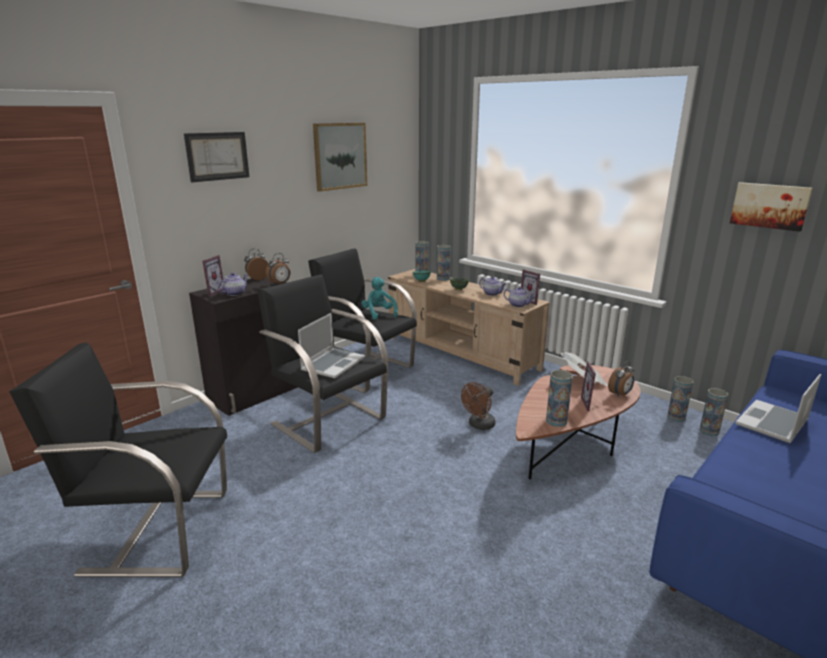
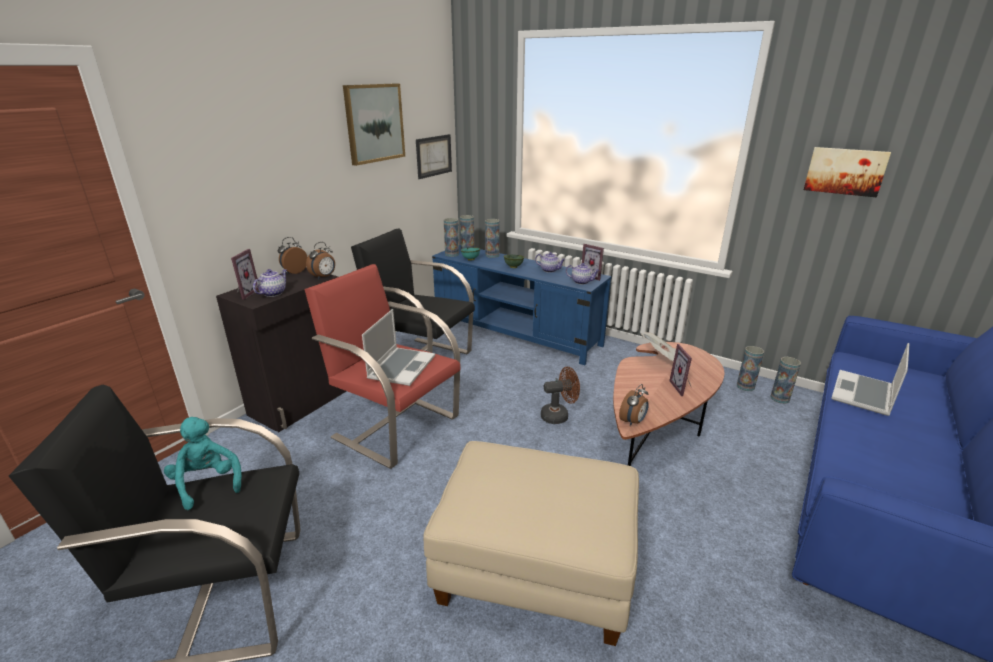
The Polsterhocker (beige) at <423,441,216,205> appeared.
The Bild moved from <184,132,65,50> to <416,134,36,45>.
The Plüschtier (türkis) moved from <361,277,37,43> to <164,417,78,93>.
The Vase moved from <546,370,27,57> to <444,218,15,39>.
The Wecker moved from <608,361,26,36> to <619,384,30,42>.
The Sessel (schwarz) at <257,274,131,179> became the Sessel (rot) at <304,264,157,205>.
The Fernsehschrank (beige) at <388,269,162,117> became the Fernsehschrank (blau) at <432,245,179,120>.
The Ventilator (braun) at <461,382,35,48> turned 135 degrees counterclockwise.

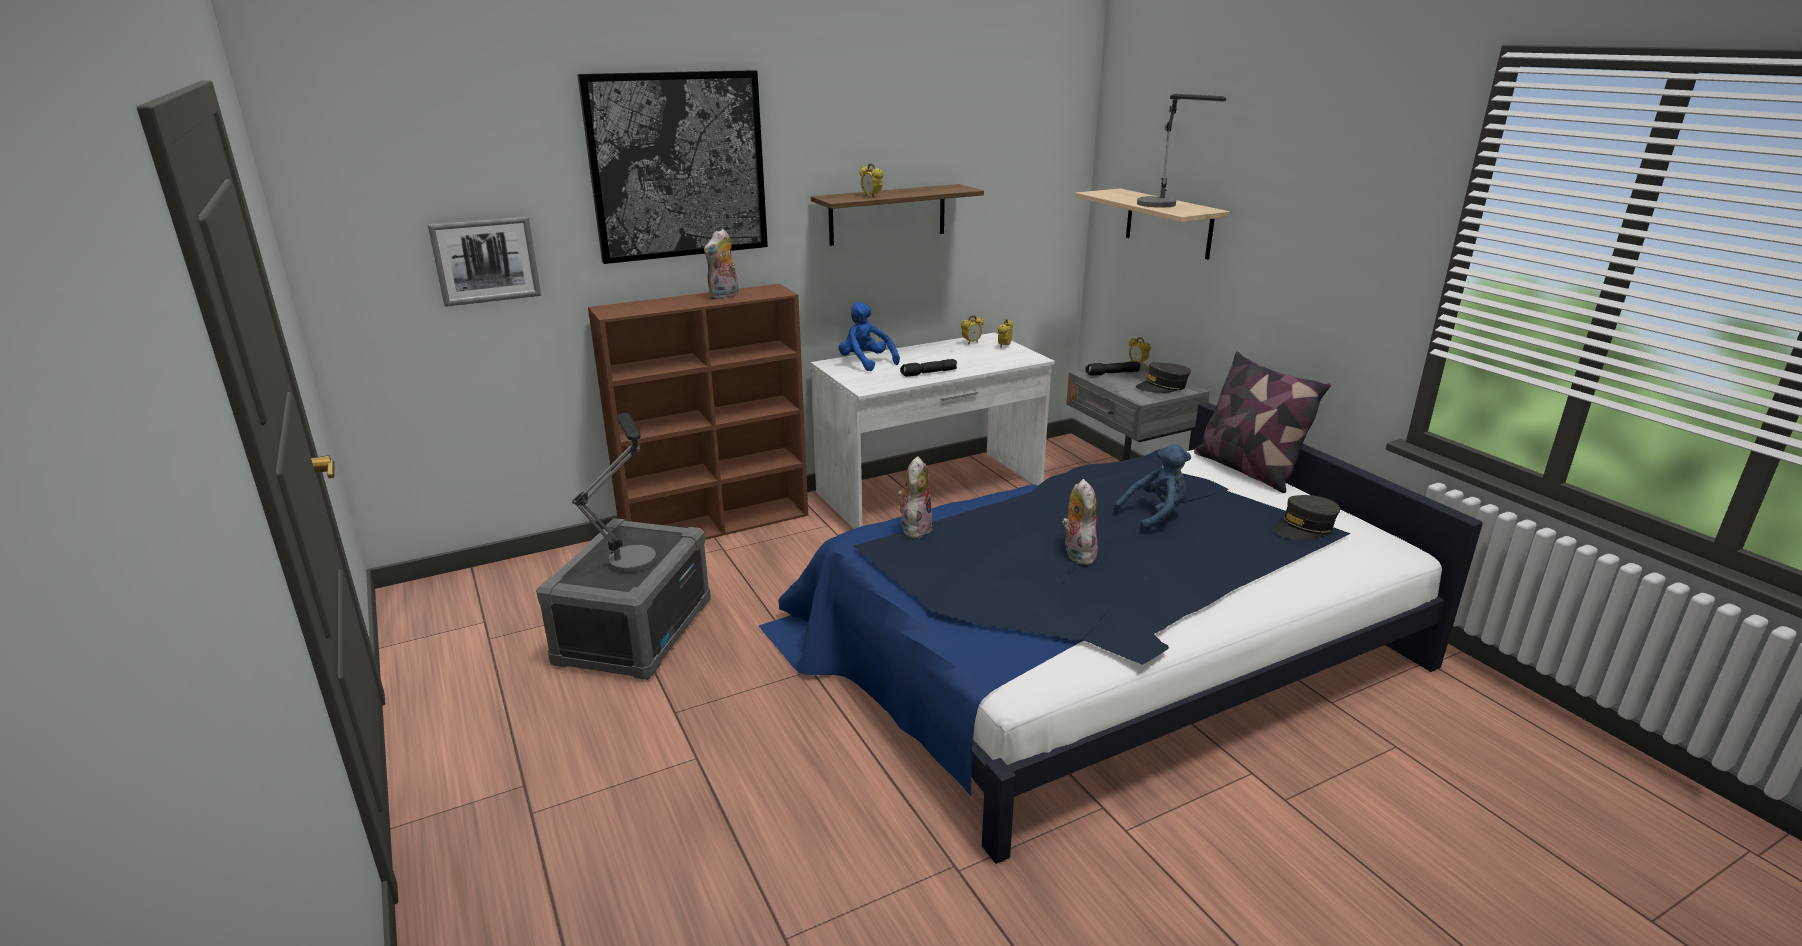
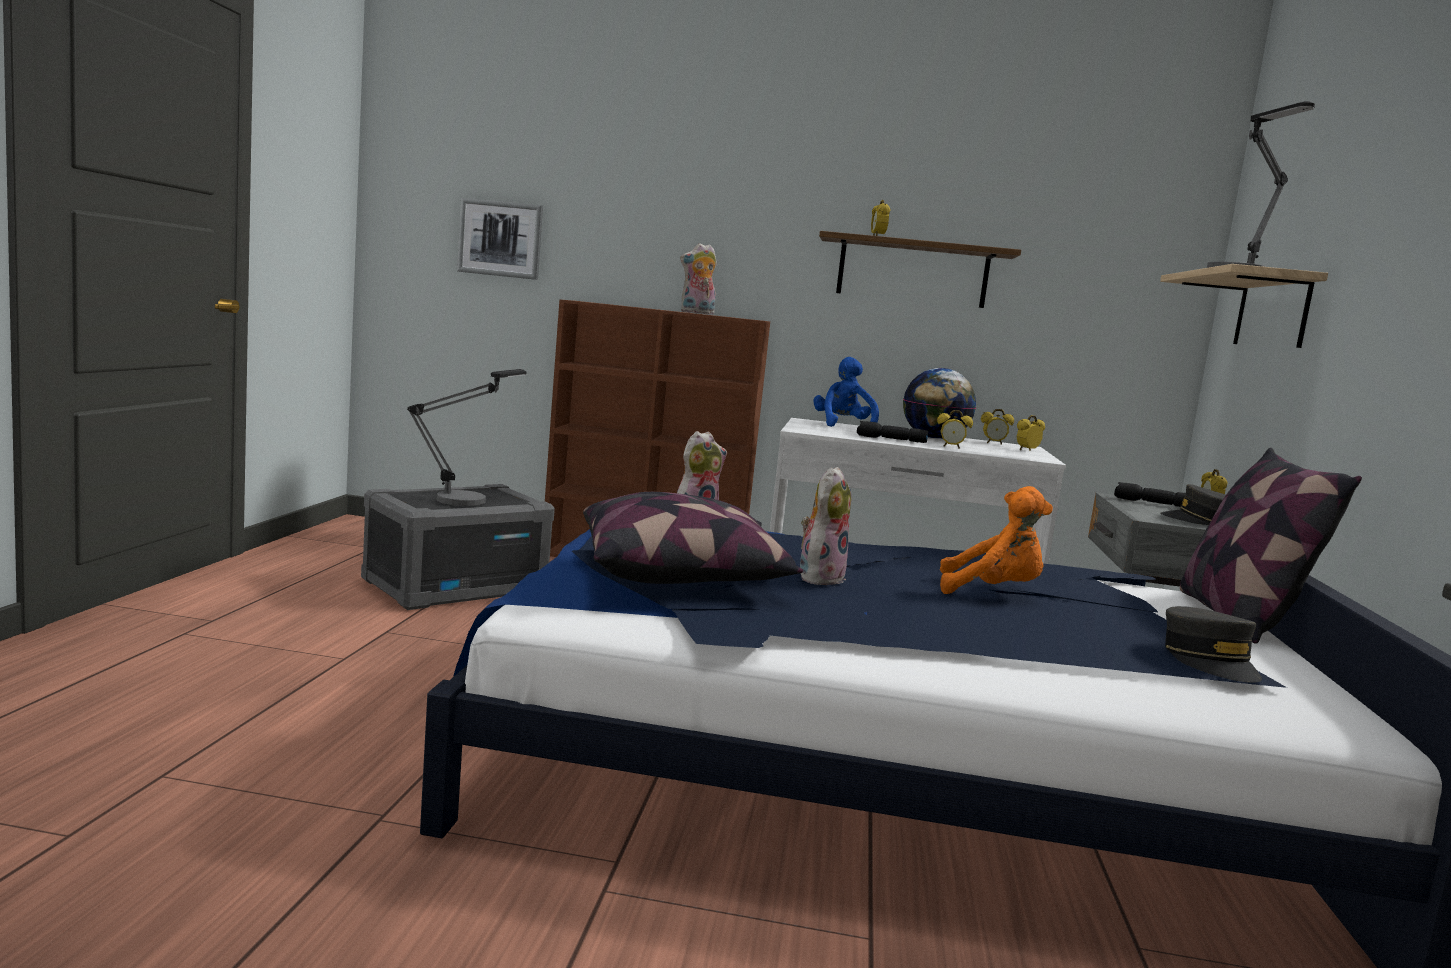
The Bild at <577,70,191,194> disappeared.
The Kissen at <583,492,221,92> appeared.
The Globus at <903,368,73,72> appeared.
The Wecker at <937,410,36,39> appeared.
The Plüschtier (blau) at <1113,444,78,89> became the Plüschtier (orange) at <940,486,113,108>.
The Kappe (grau) at <1273,495,67,45> turned 105 degrees counterclockwise.

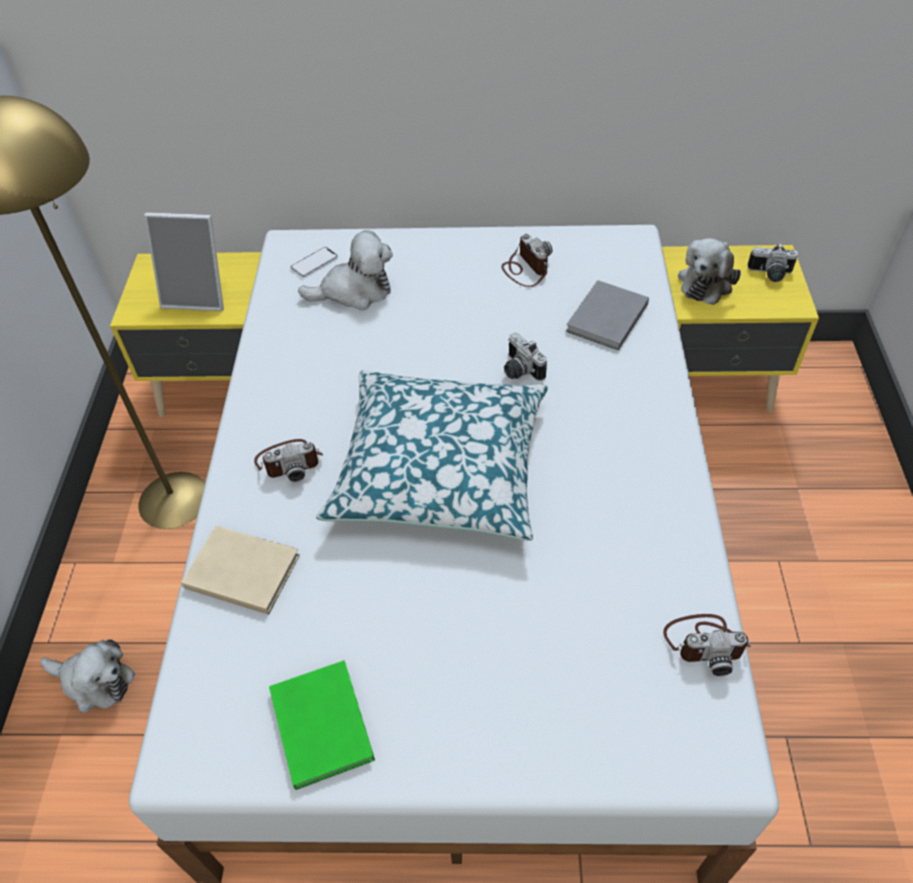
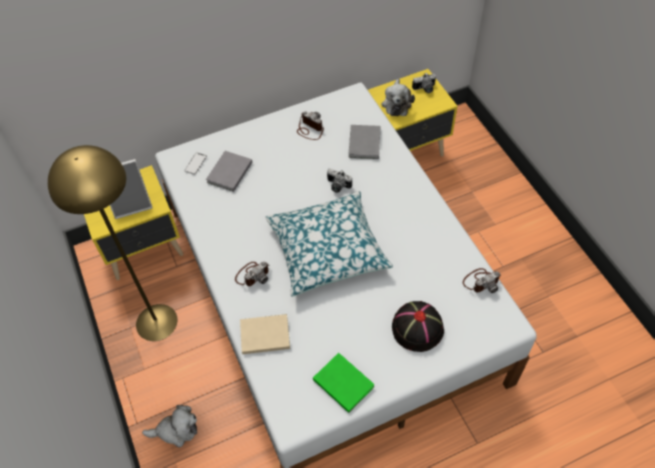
The Hut (schwarz) at <392,301,52,51> appeared.
The Plüschtier at <298,230,95,81> was replaced by the Buch (grau) at <206,151,46,41>.

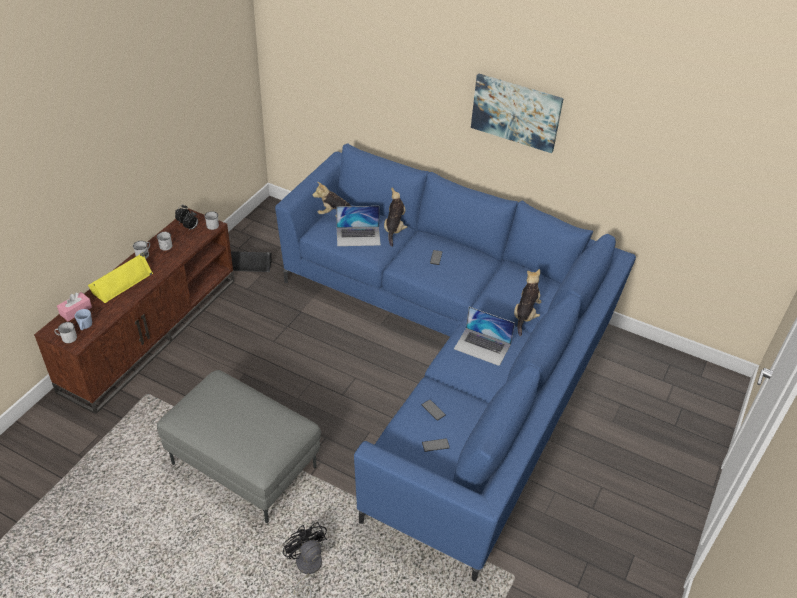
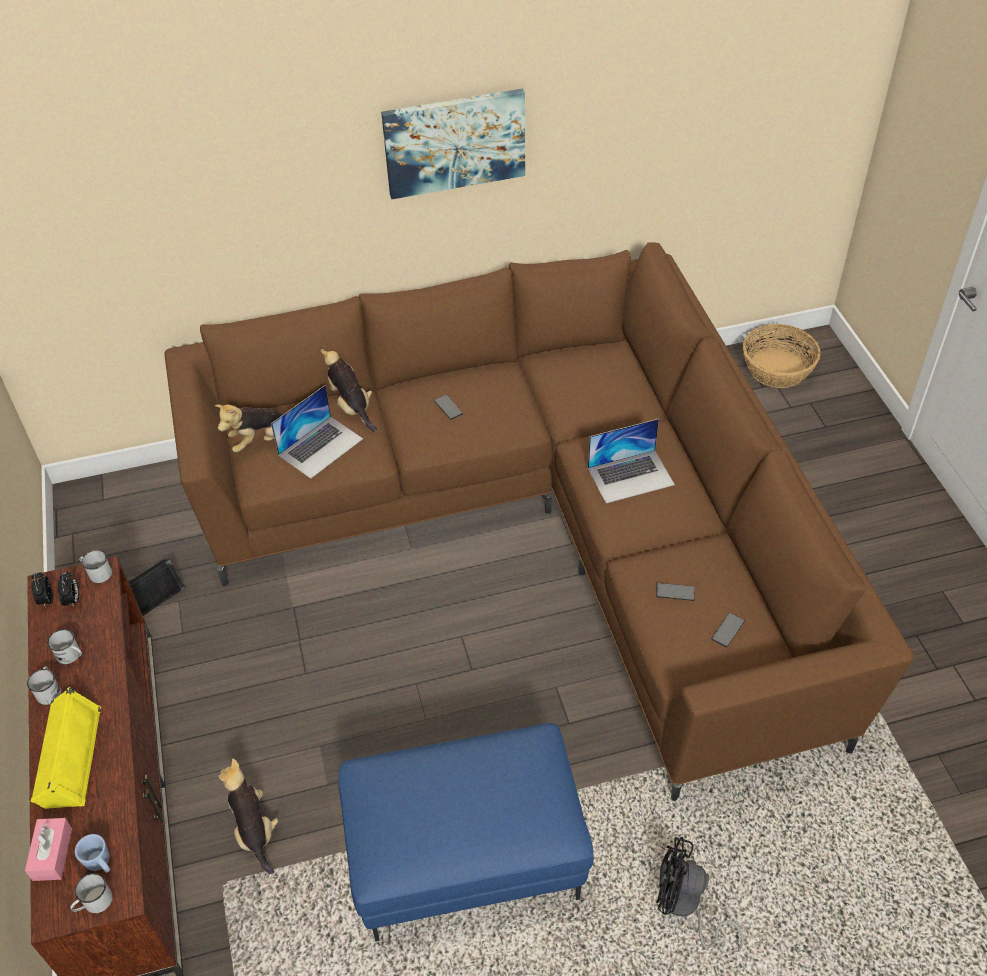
The Korb at <743,324,78,64> appeared.
The Plüschtier moved from <514,269,27,67> to <218,759,60,115>.
The Polsterhocker (grau) at <157,370,164,153> became the Polsterhocker (blau) at <338,723,256,218>.
The Sofa (blau) at <275,143,361,438> became the Sofa (braun) at <164,242,750,559>.

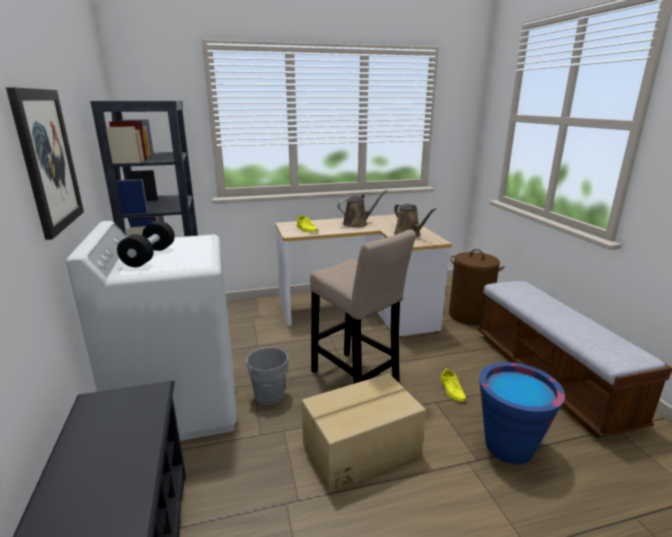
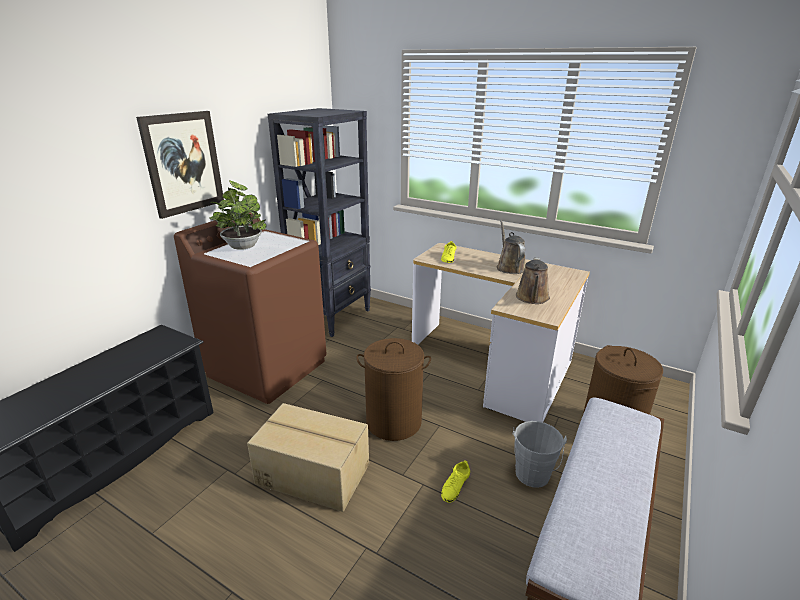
The Eimer (blau) at <479,362,86,102> disappeared.
The Eimer (grau) moved from <245,347,48,58> to <513,421,54,67>.
The Hantel (schwarz) at <117,221,58,46> was replaced by the Topfpflanze at <209,180,58,70>.
The Hocker (beige) at <310,230,106,154> was replaced by the Wäschekorb (braun) at <356,338,75,103>.
The Waschmaschine (weiß) at <66,221,171,220> became the Waschmaschine (braun) at <174,213,153,191>.
The Gießkanne (braun) at <338,190,49,37> turned 120 degrees counterclockwise.

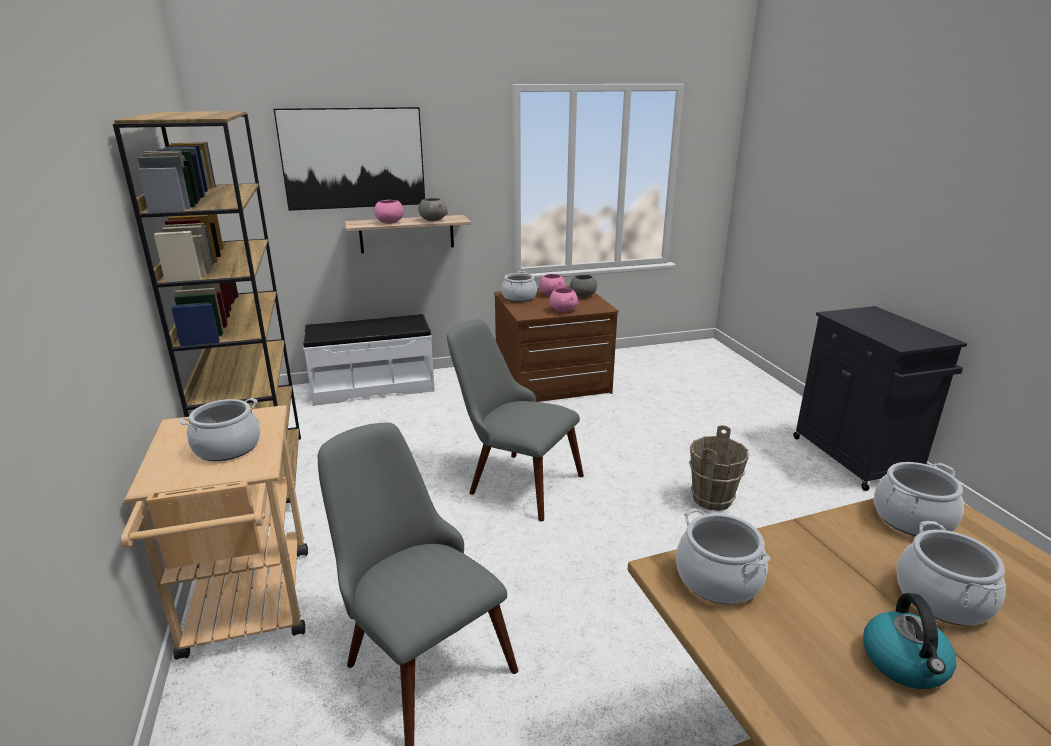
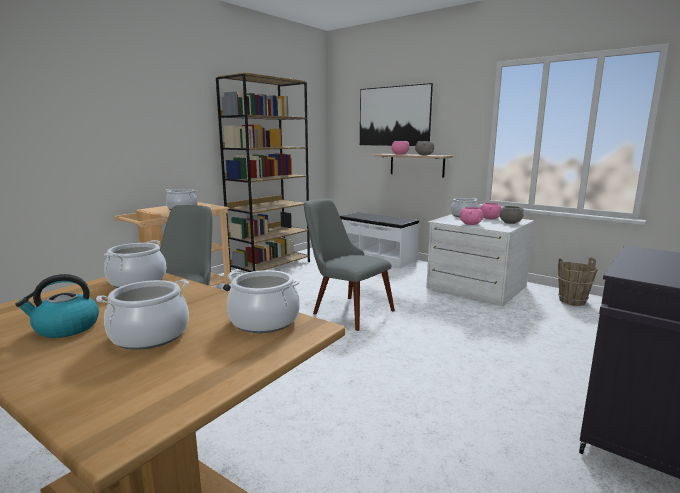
The Eimer (braun) moved from <689,425,60,86> to <557,257,41,49>.
The Kommode (braun) at <494,285,125,117> became the Kommode (weiß) at <426,214,108,93>.
The Stuhl (grau) at <447,319,137,203> turned 45 degrees counterclockwise.

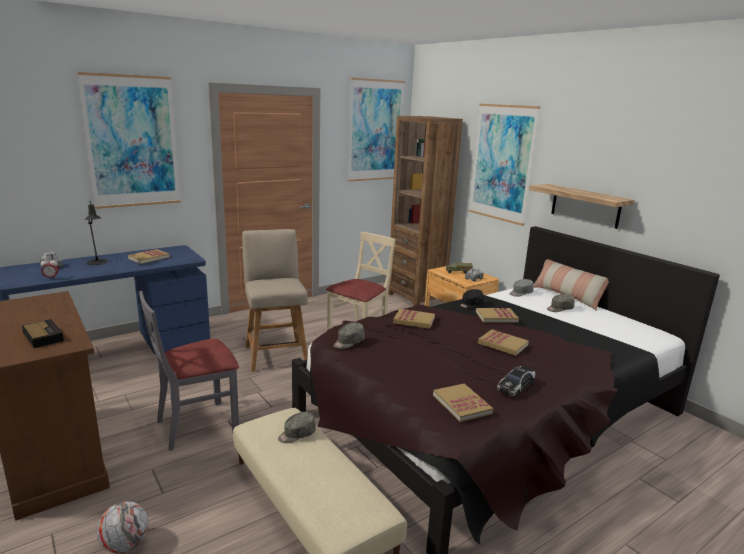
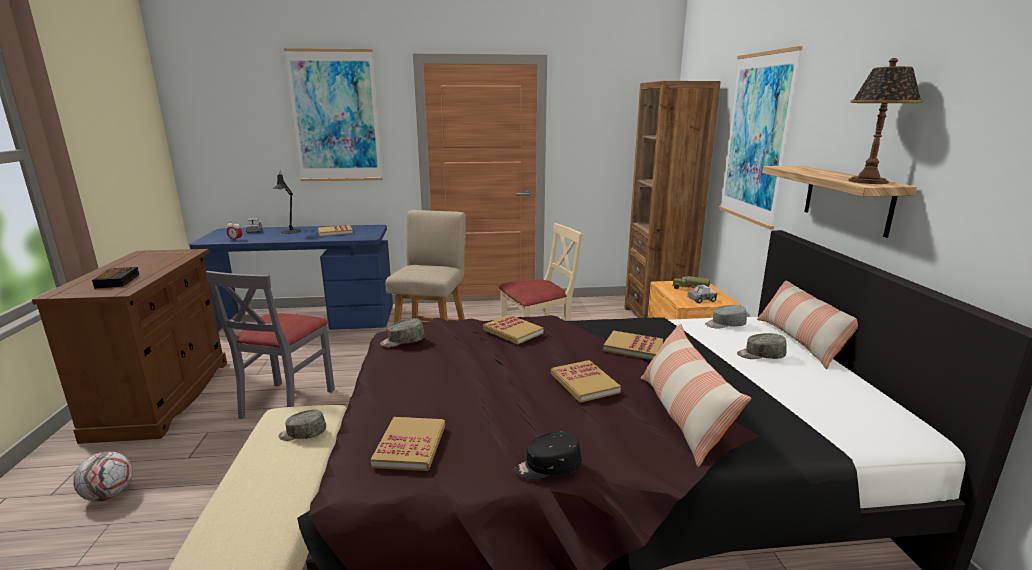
The Bild at <348,77,57,105> disappeared.
The Spielzeugauto at <497,366,39,31> disappeared.
The Kissen at <641,323,110,144> appeared.
The Tischlampe at <848,58,75,126> appeared.
The Kappe (schwarz) moved from <459,289,25,20> to <514,431,67,49>.
The Stuhl (grau) at <139,291,100,160> turned 75 degrees counterclockwise.

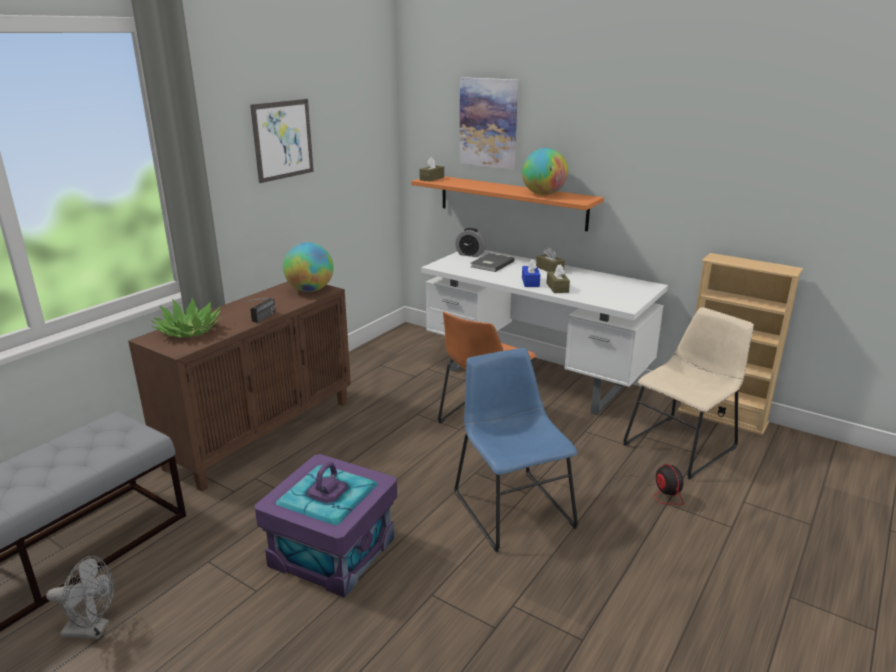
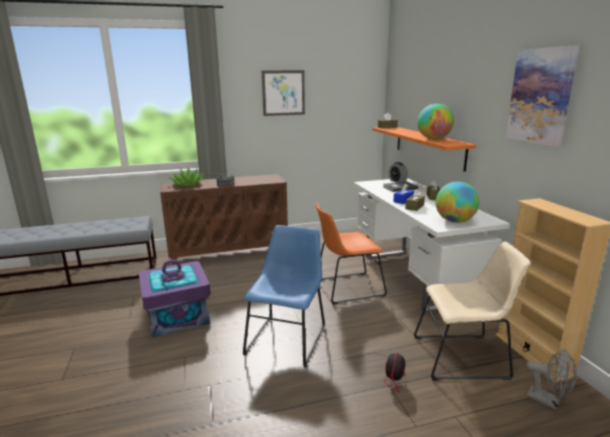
The Ventilator (grau) moved from <46,555,68,84> to <526,349,51,61>.
The Globus moved from <283,242,51,50> to <436,182,43,41>.
The Bild moved from <459,77,59,92> to <505,45,75,102>.

